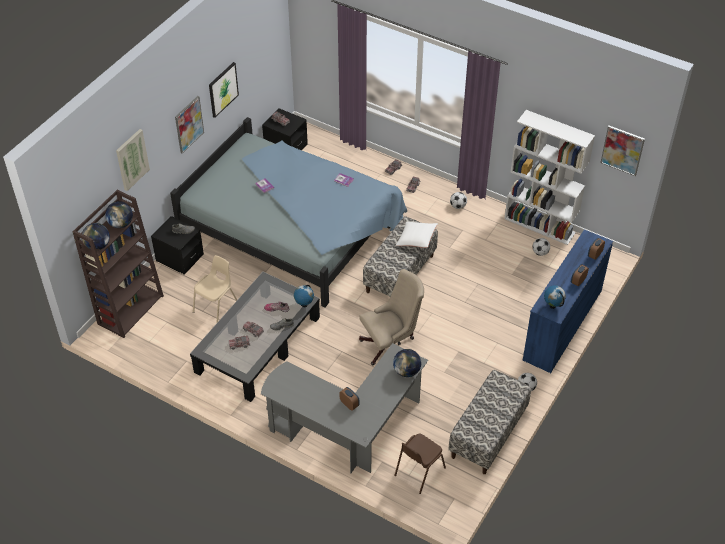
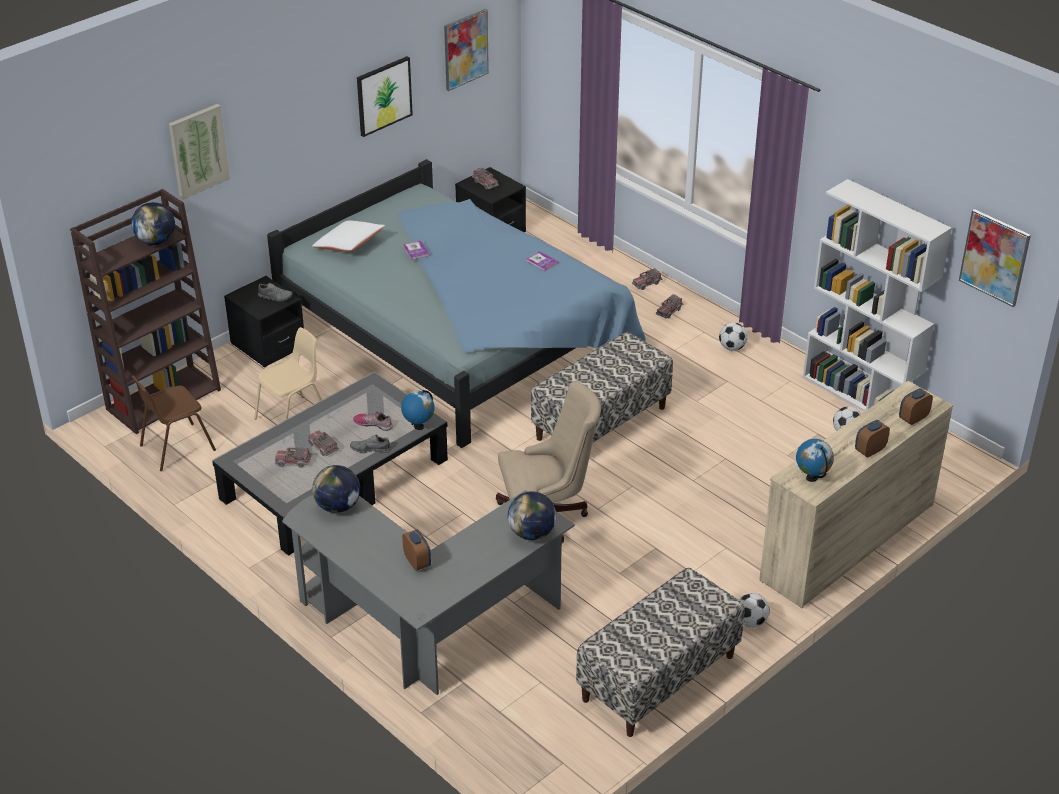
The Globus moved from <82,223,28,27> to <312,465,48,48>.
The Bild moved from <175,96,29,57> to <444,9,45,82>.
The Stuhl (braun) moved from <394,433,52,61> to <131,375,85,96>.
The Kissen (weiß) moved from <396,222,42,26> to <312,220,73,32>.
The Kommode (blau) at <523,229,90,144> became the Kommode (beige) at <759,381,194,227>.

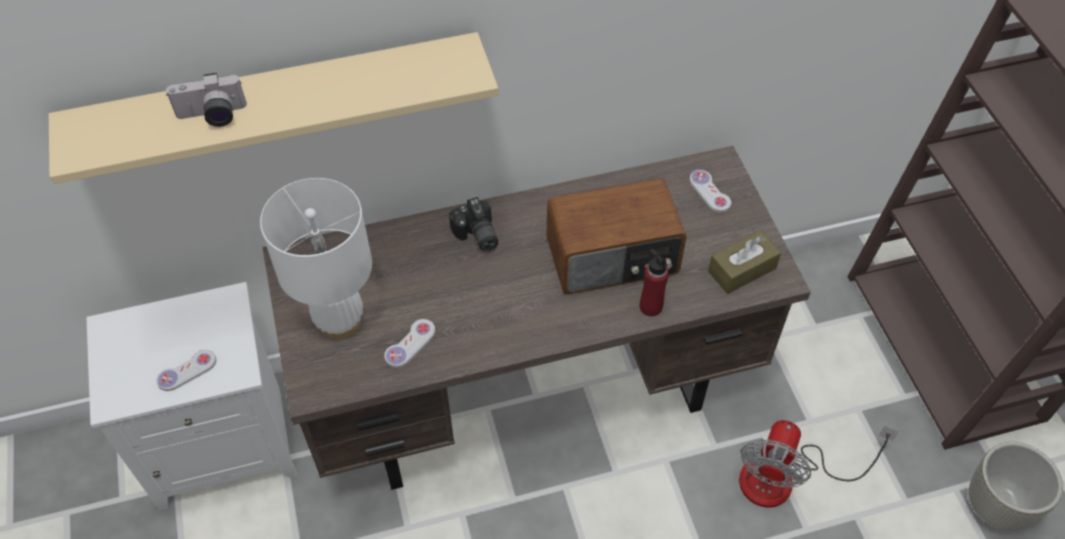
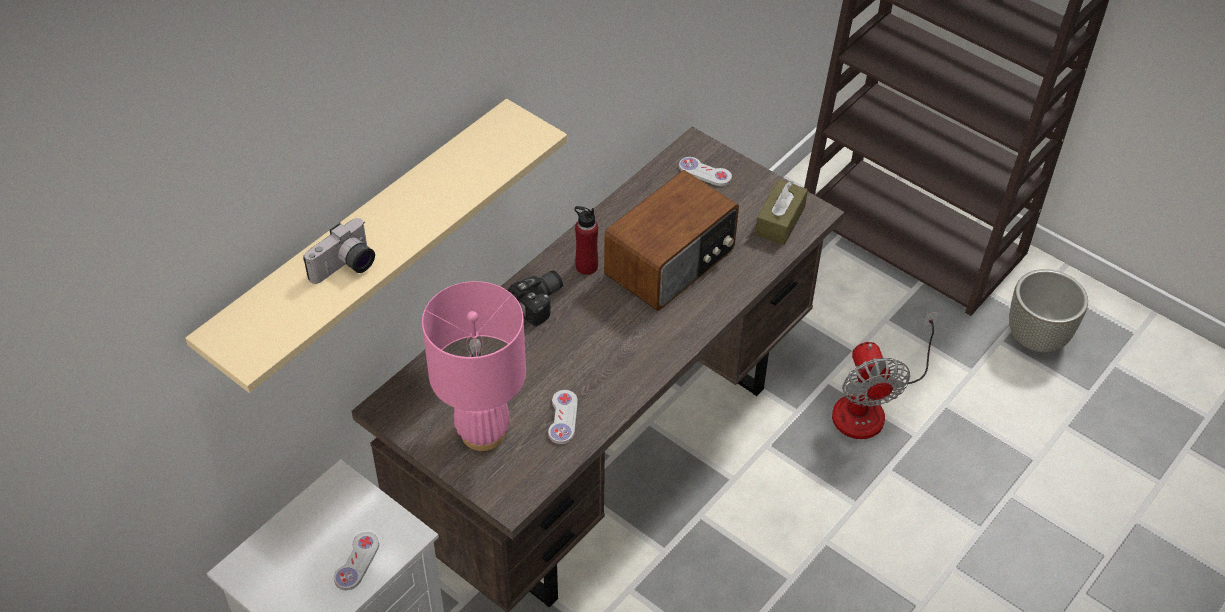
The Flasche (rot) moved from <640,249,29,67> to <574,206,24,69>.
The Tischlampe (weiß) at <260,178,112,161> became the Tischlampe (rosa) at <422,281,104,170>.
The Kamera at <449,197,49,55> turned 75 degrees counterclockwise.

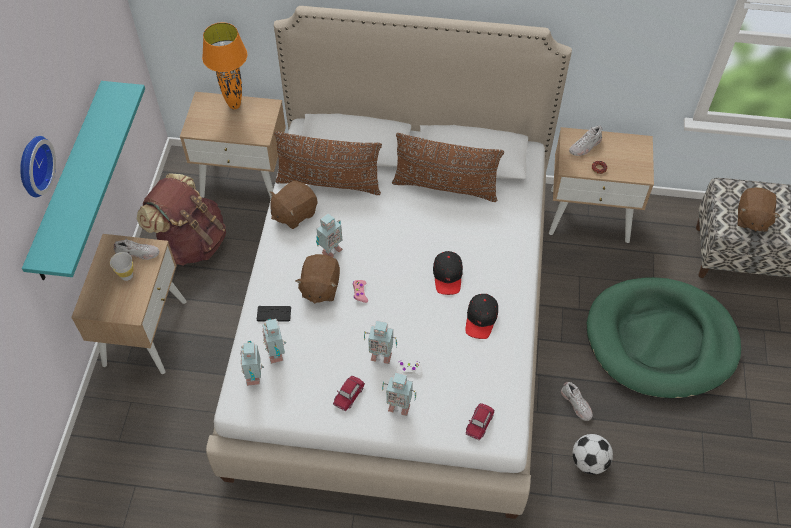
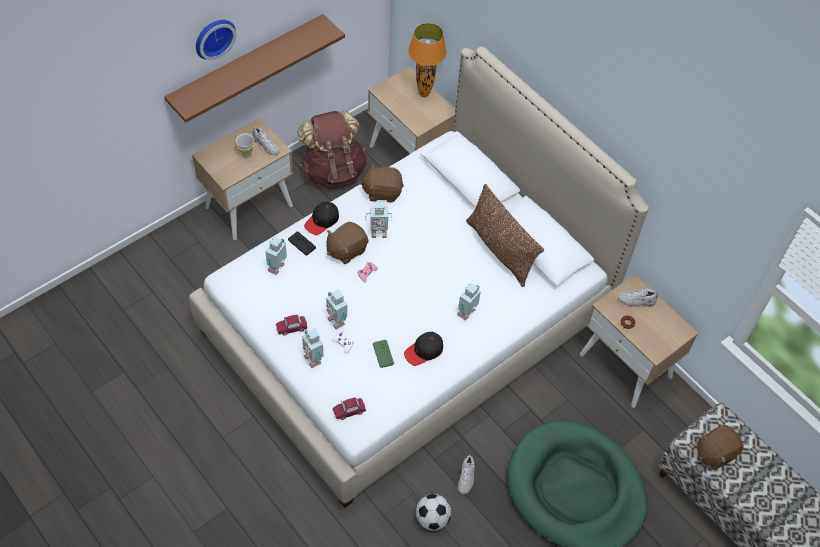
The Kissen (braun) at <274,131,108,64> disappeared.
The Gamepad (grün) at <373,340,21,28> appeared.
The Spielzeugroboter moved from <240,341,24,45> to <457,283,24,38>.
The Kappe (schwarz) moved from <433,251,30,44> to <304,201,35,34>.
The Wandregal (türkis) at <22,81,123,199> became the Wandregal (braun) at <164,14,181,108>.

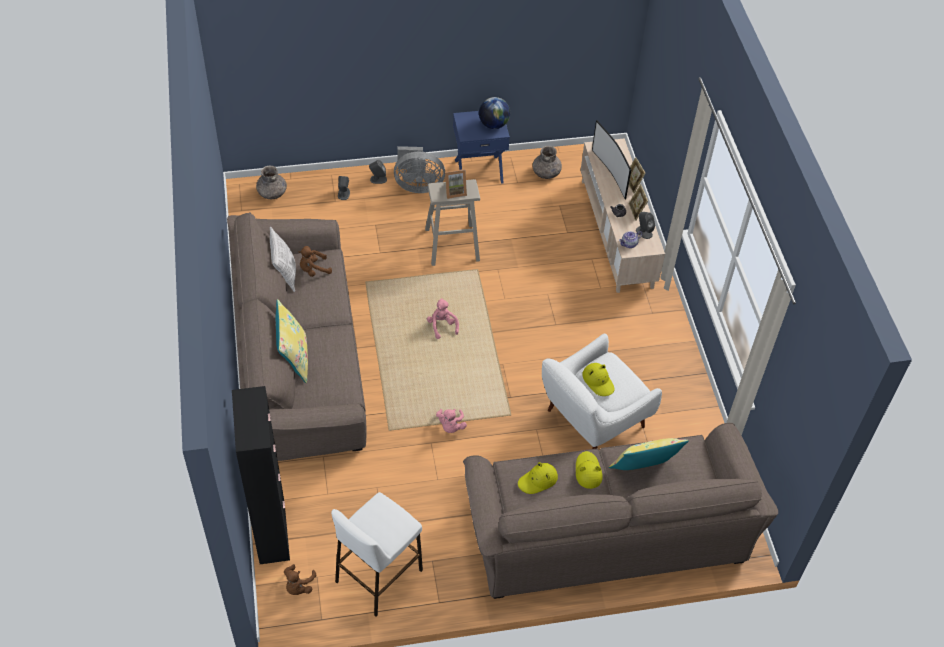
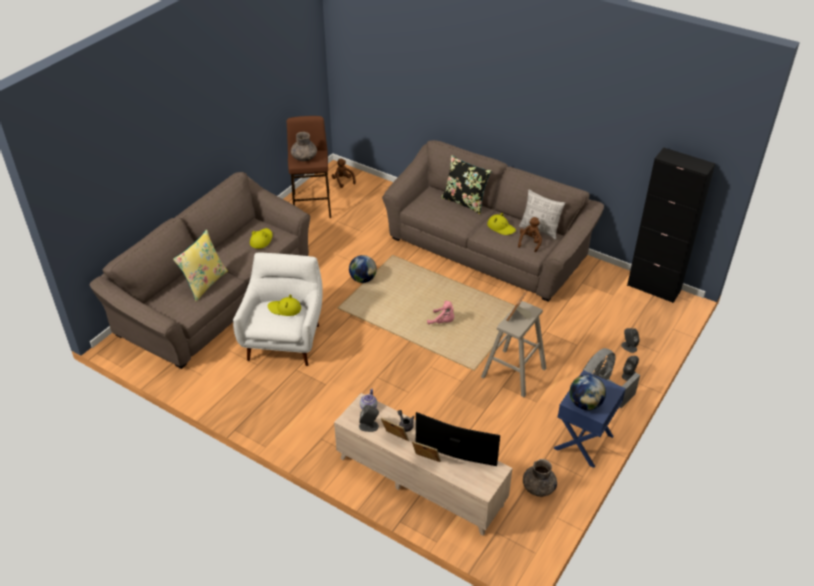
The Schrank (schwarz) moved from <232,386,58,178> to <627,147,88,156>.
The Vase (grau) moved from <256,166,31,34> to <291,132,26,29>.
The Hut (gelb) moved from <576,451,27,38> to <487,213,29,22>.
The Plüschtier (rosa) at <436,409,31,24> was replaced by the Globus at <349,255,28,28>.
The Kissen (gelb) at <276,299,32,84> became the Kissen (schwarz) at <441,155,51,59>.
The Hocker (weiß) at <331,492,92,125> became the Hocker (braun) at <287,116,44,102>.

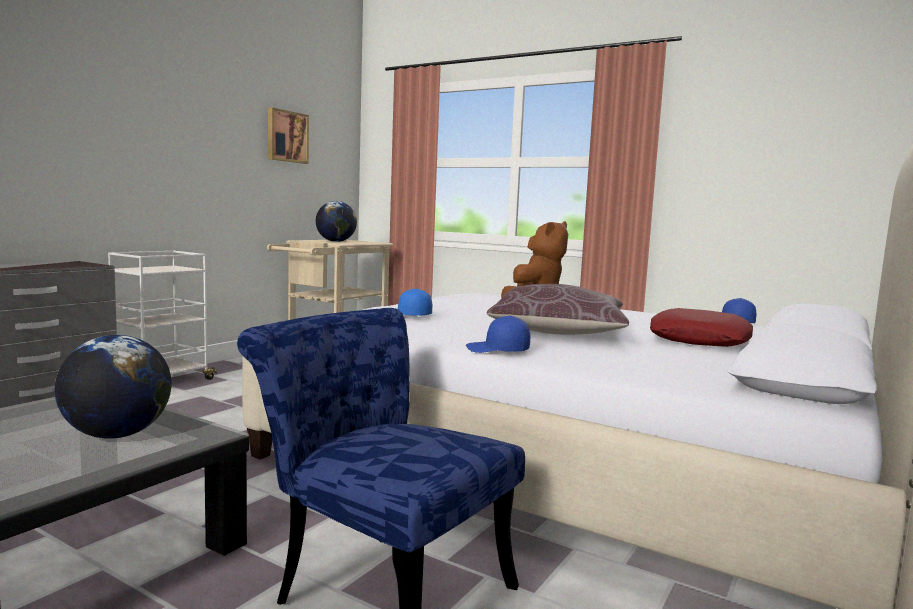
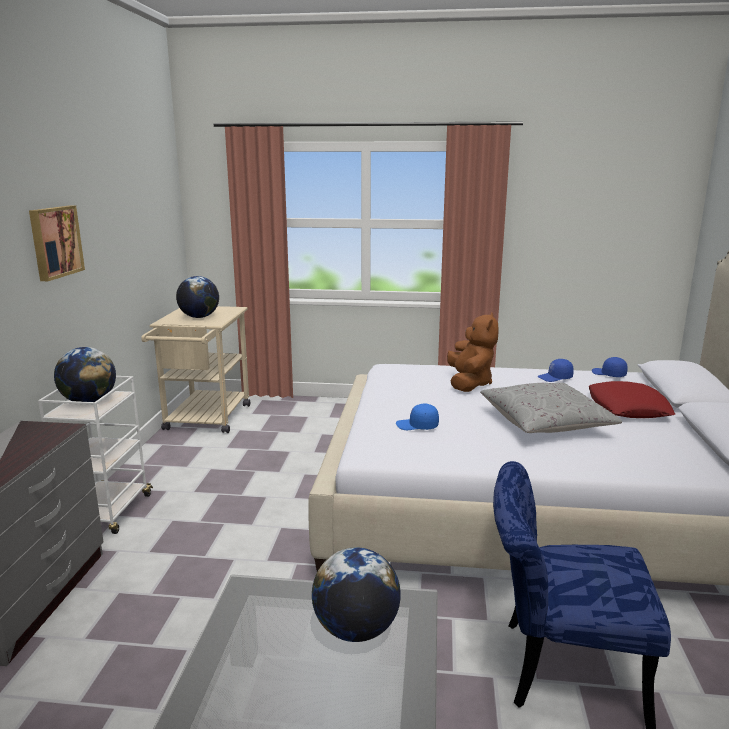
The Globus at <54,347,62,55> appeared.
The Bild moved from <268,108,41,56> to <29,206,56,75>.
The Kappe (blau) moved from <466,316,64,37> to <538,359,36,23>.
The Kissen (braun) at <487,284,142,51> became the Kissen (grau) at <480,383,142,50>.

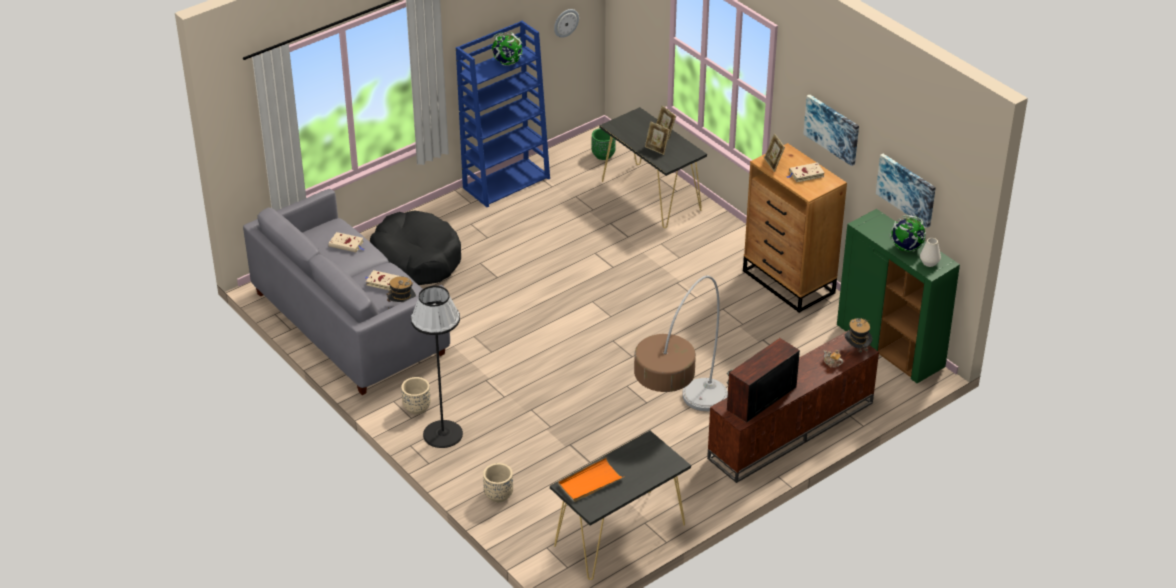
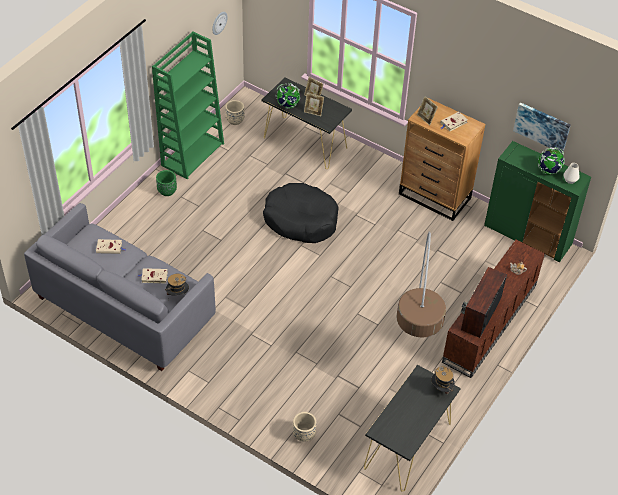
The Stehlampe (schwarz) at <411,286,52,162> disappeared.
The Tablett (orange) at <558,458,66,44> disappeared.
The Bild at <803,94,56,72> disappeared.
The Hundebett (schwarz) moved from <370,210,91,75> to <263,183,76,60>.
The Pflanzkübel (beige) moved from <401,377,30,38> to <226,100,19,25>.
The Globus moved from <491,32,31,34> to <275,83,25,26>.
The Pflanzkübel (grün) moved from <591,128,25,32> to <156,170,21,26>.
The Hut moved from <845,318,27,36> to <431,366,24,28>.
The Bücherregal (blau) at <456,21,94,186> became the Bücherregal (grün) at <152,31,72,148>.

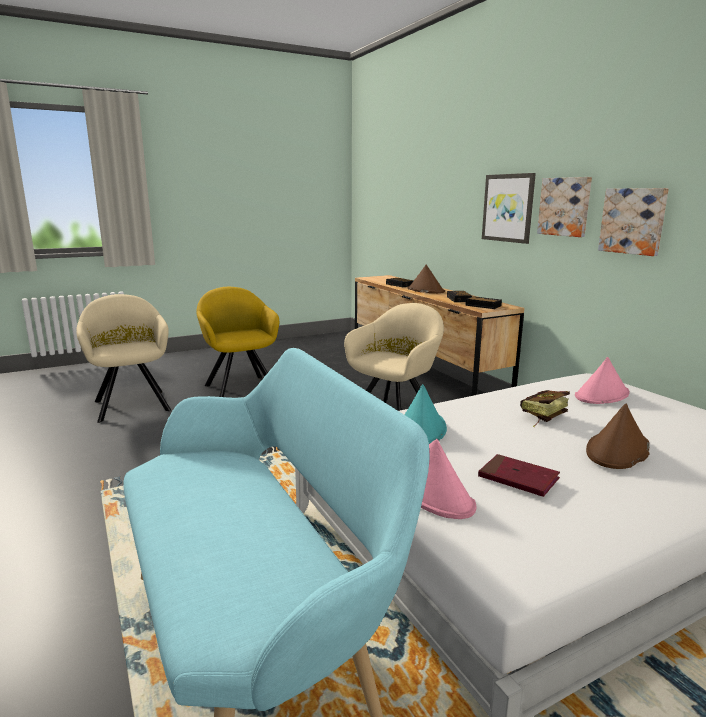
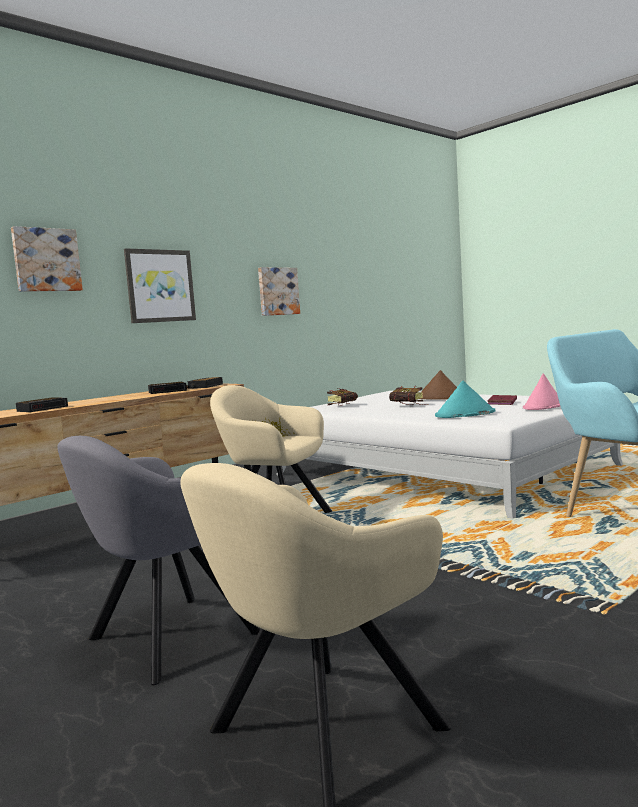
The Hut (braun) at <408,265,37,28> disappeared.
The Bild moved from <537,177,55,60> to <11,226,72,66>.
The Hut (rosa) at <575,357,55,47> was replaced by the Buch at <327,388,31,18>.
The Sessel (gelb) at <196,287,83,110> became the Sessel (grau) at <58,436,202,249>.

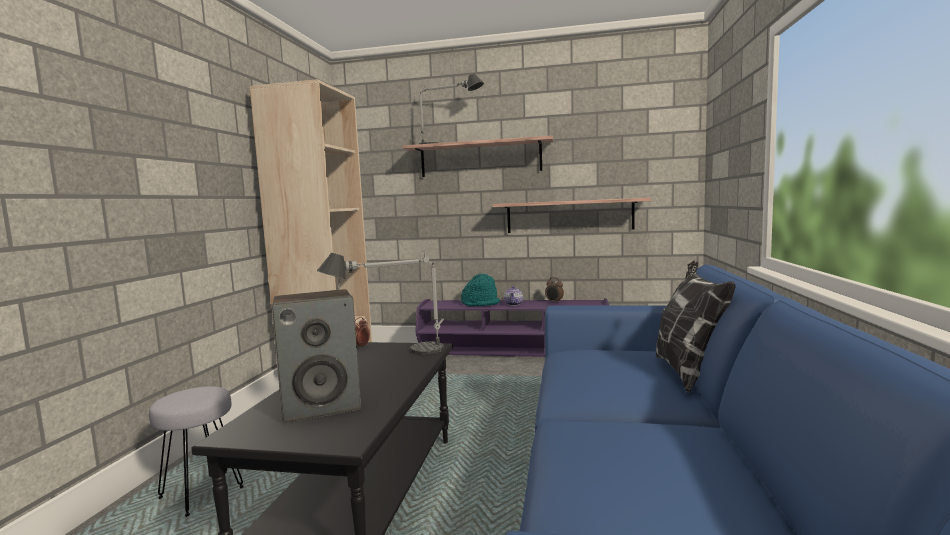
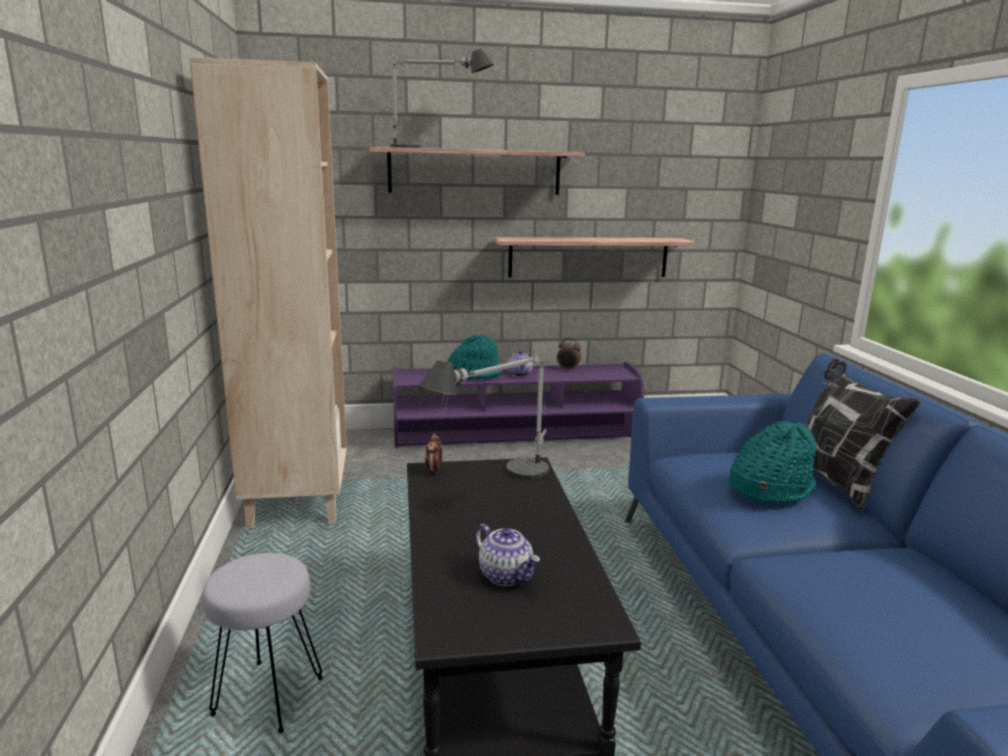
The Hut (türkis) at <728,421,89,83> appeared.
The Lautsprecher at <271,289,90,134> was replaced by the Teekanne at <475,524,65,62>.

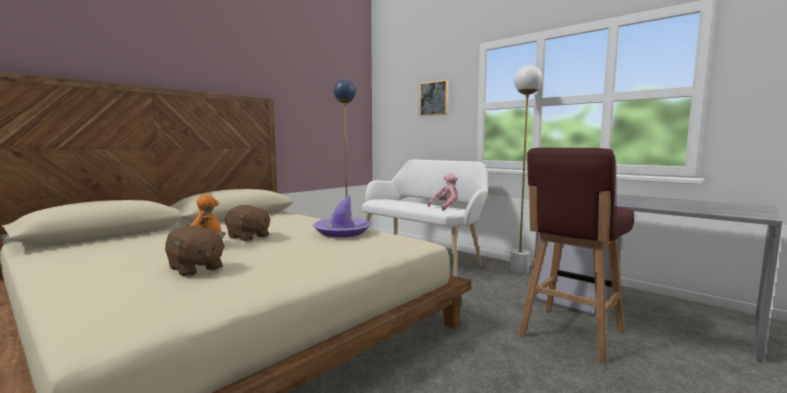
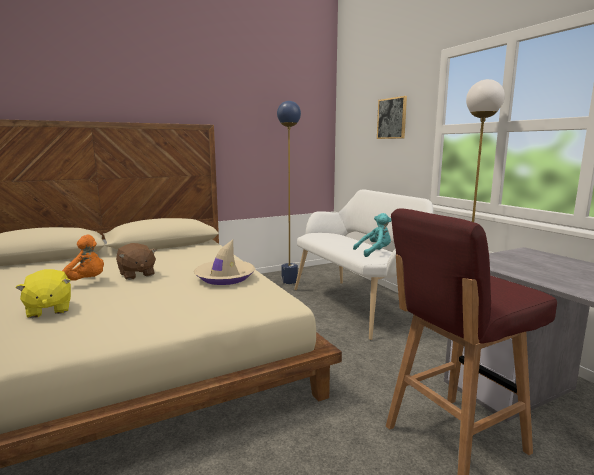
The Plüschtier (braun) at <165,226,61,51> became the Plüschtier (gelb) at <15,269,56,49>.
The Hut (lila) at <313,195,58,42> became the Hut (beige) at <194,240,61,45>.
The Plüschtier (rosa) at <427,173,31,38> became the Plüschtier (türkis) at <353,213,38,44>.

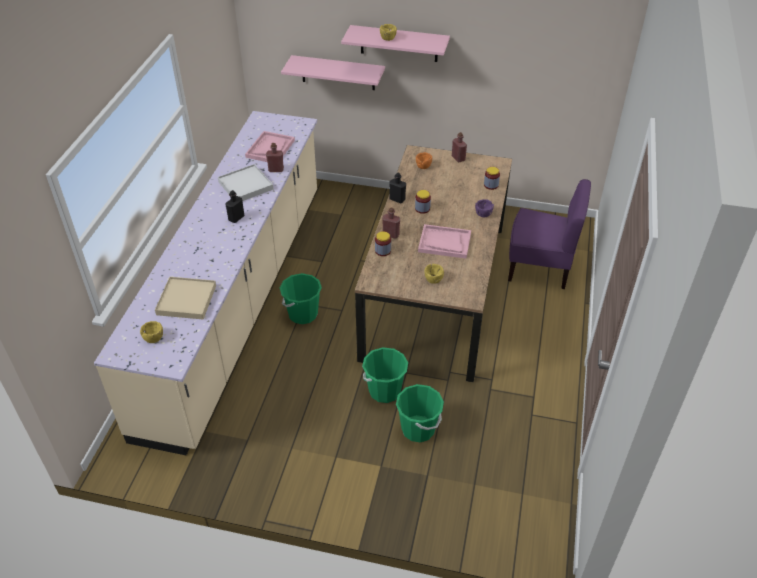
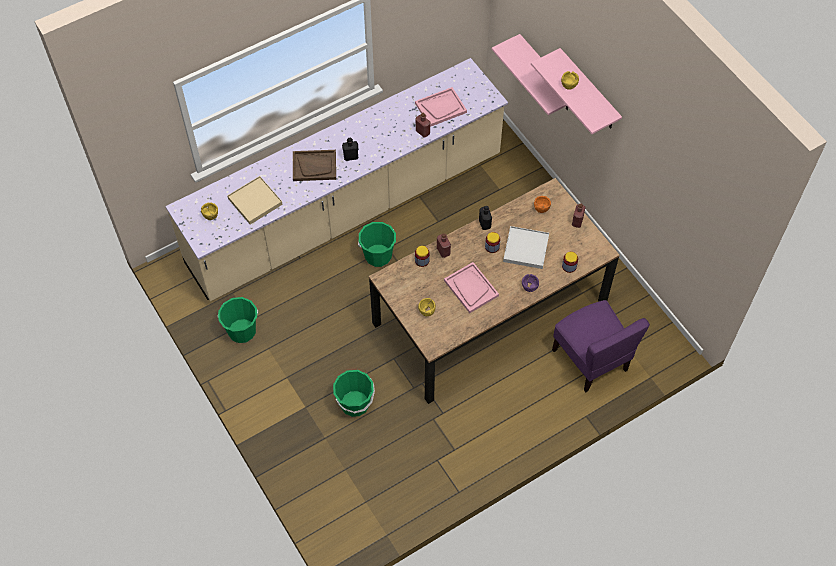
The Tablett (braun) at <293,150,43,31> appeared.
The Tablett (weiß) moved from <218,164,56,37> to <503,226,46,43>.
The Eimer (grün) moved from <362,347,46,56> to <218,297,40,46>.

